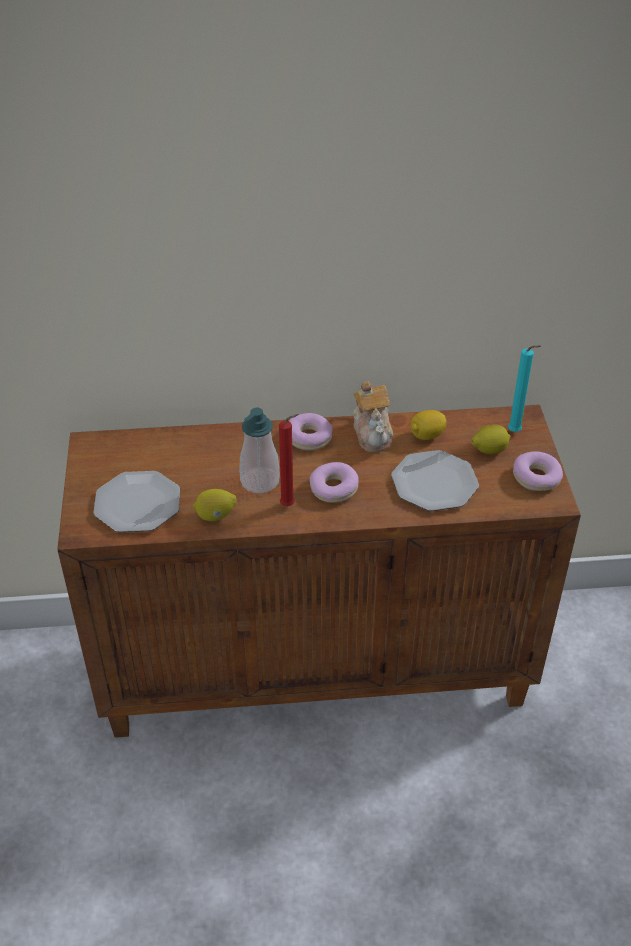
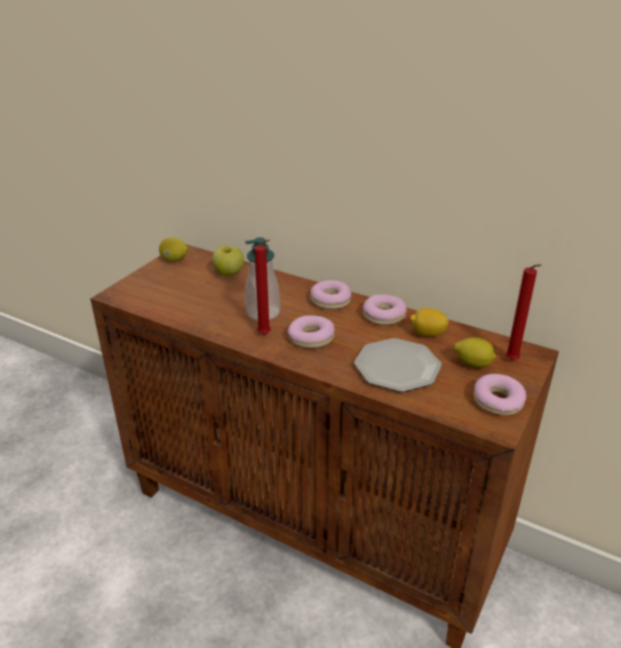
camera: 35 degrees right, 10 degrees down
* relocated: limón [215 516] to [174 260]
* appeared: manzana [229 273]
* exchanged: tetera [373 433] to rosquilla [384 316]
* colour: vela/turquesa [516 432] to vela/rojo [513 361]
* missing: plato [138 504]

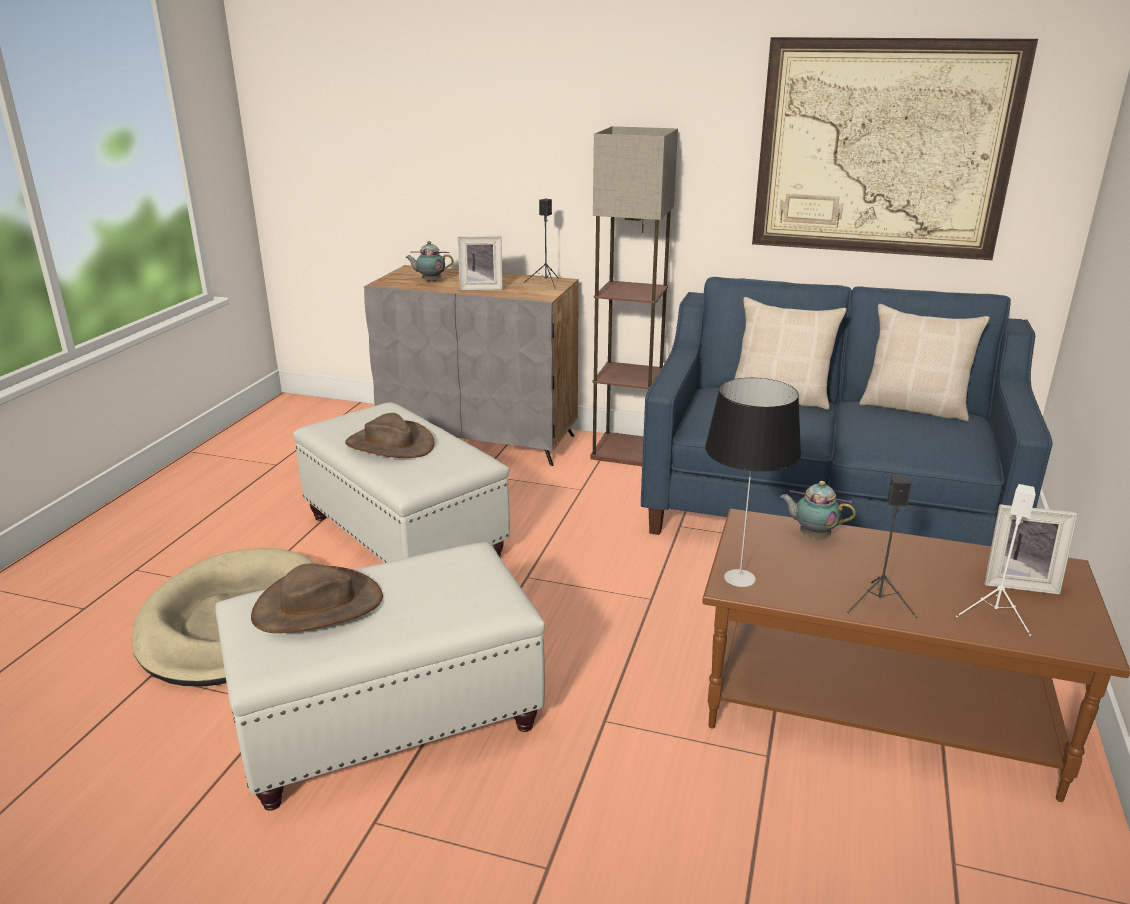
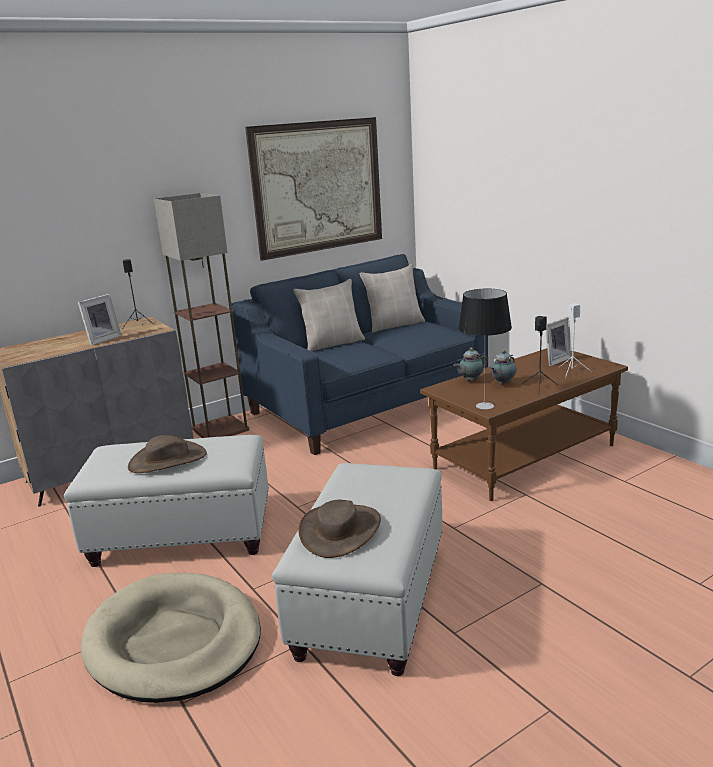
camera: 50 degrees left, 5 degrees down
* relocated: tetera [430 281] to [502 384]

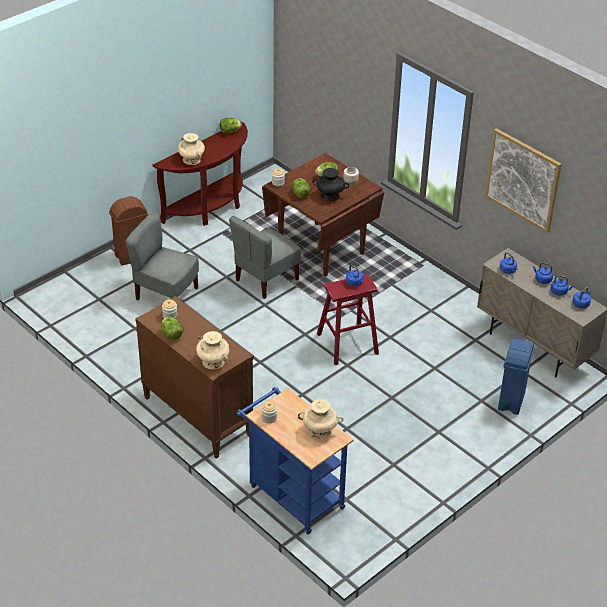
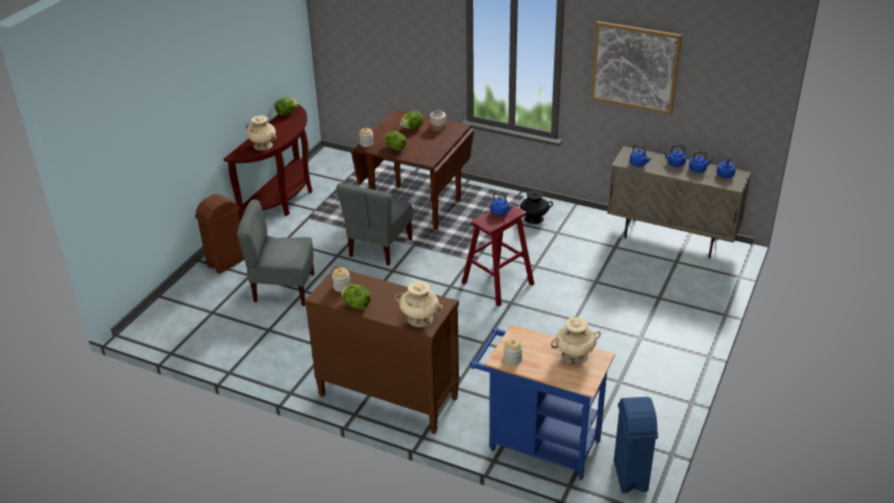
camera: 20 degrees left, 5 degrees down
* relocated: florero/negro [330 195] to [534 219]
* relocated: papelera/azul [511 401] to [630 476]

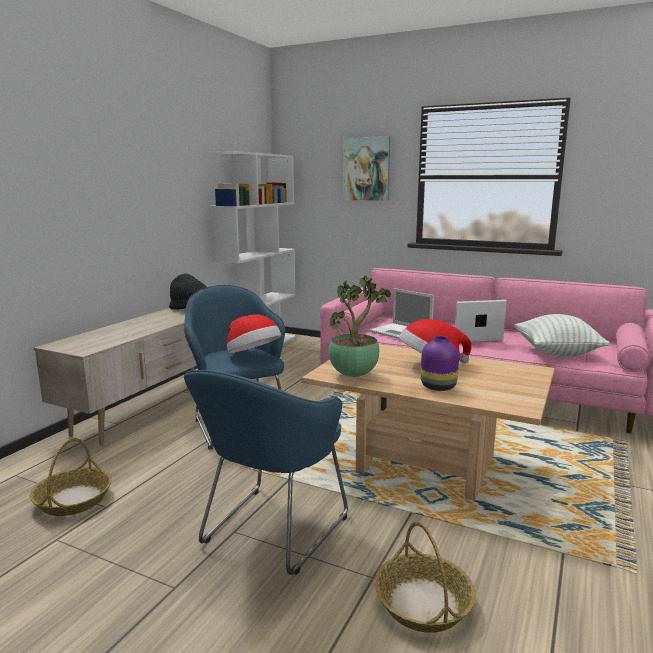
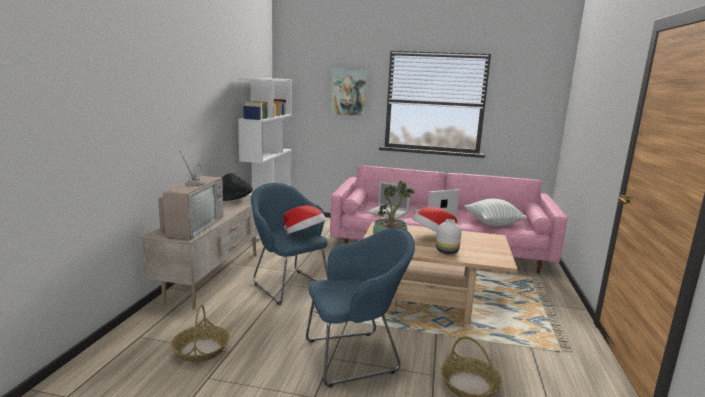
camera: 15 degrees left, 0 degrees up
* appeared: televisor [192 225]
* spun: sillón/azul [270 532] = [355 356] 120 degrees counterclockwise
* colour: florero/morado [438 387] to florero/blanco [447 252]

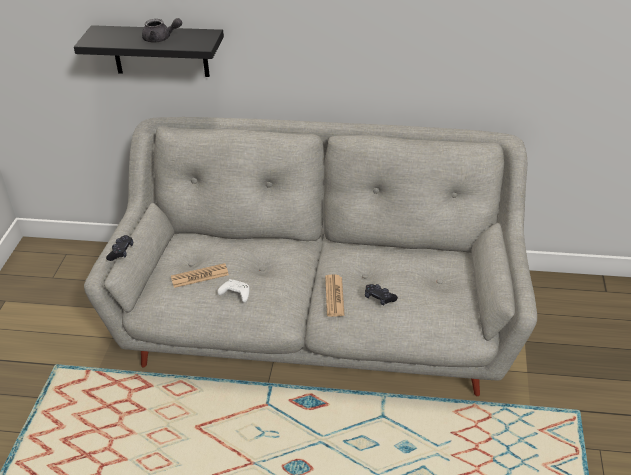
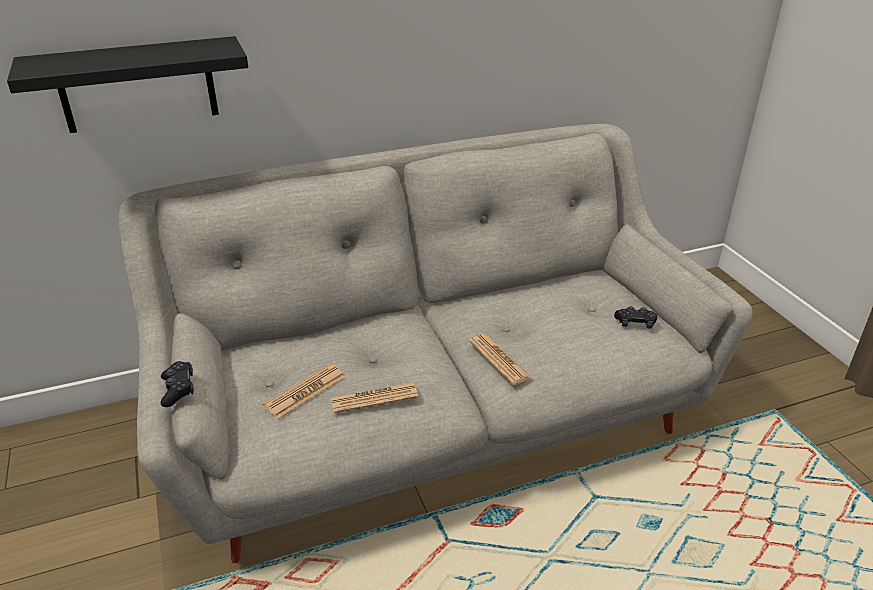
camera: 30 degrees left, 5 degrees down
* exchanged: mando de consola/blanco [235 294] to periódico [374 398]
* relocated: mando de consola/negro [379 298] to [635 323]
* missing: tetera/gris [161 39]

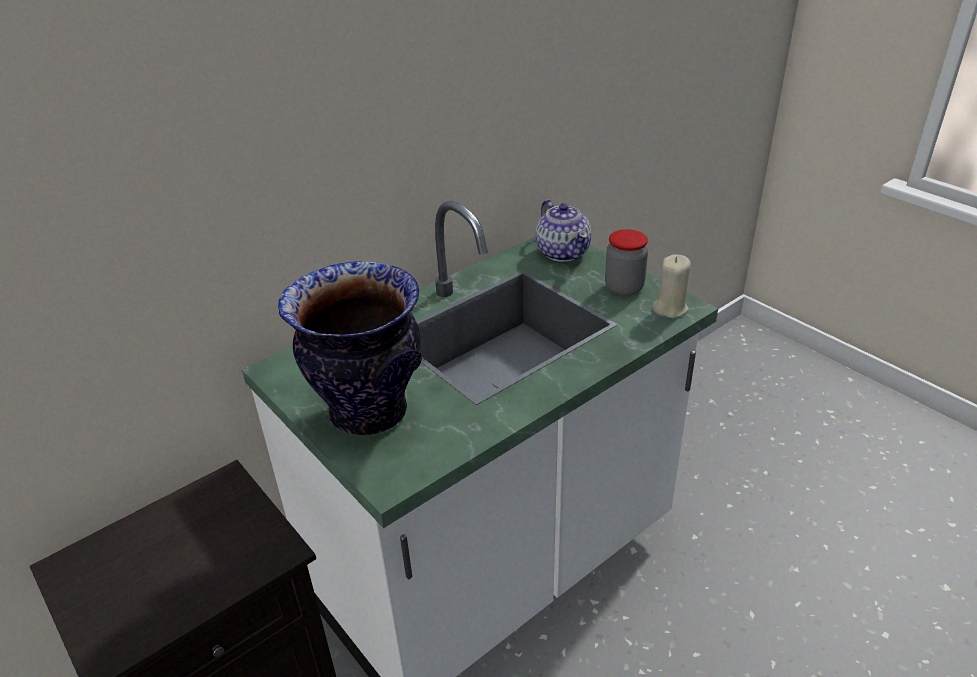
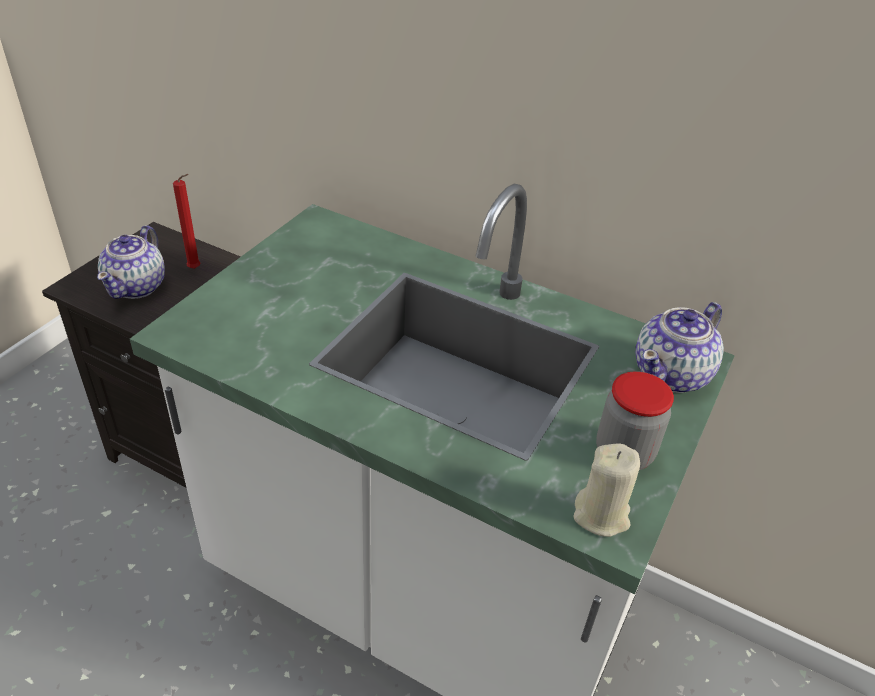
camera: 65 degrees right, 5 degrees up
* appeared: tetera [137 286]
* appeared: vela/rojo [196 269]
* missing: florero [370 412]

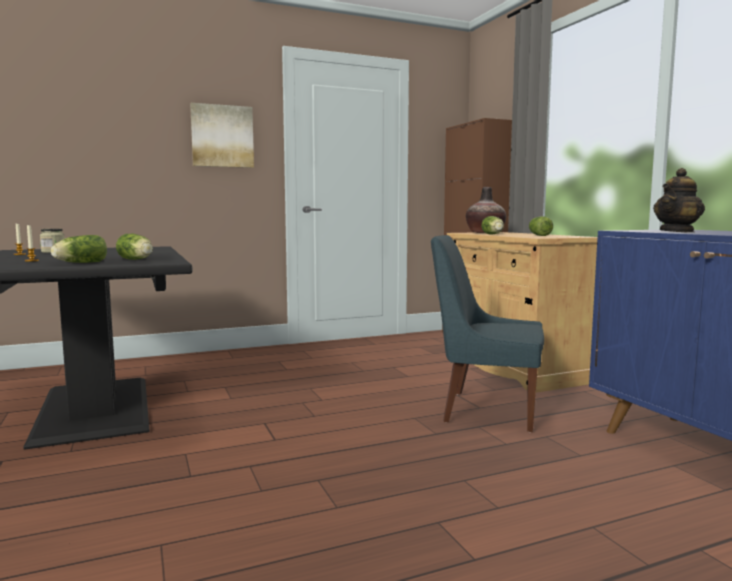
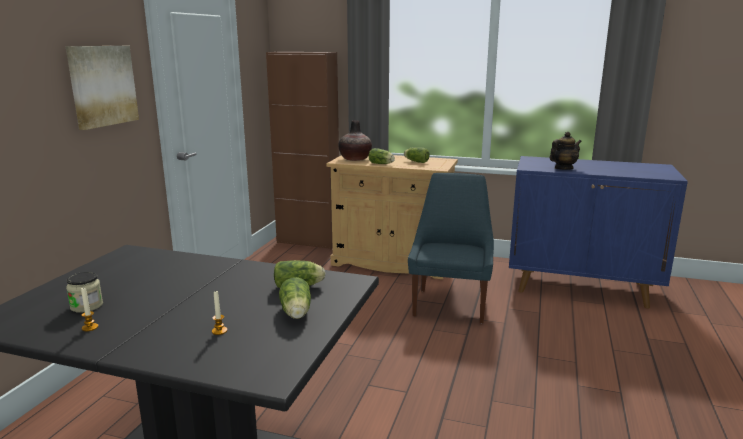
camera: 50 degrees left, 10 degrees up
* spun: silla/azul [485 410] = [450 304] 135 degrees clockwise
* spun: tetera [677 231] = [563 168] 120 degrees counterclockwise

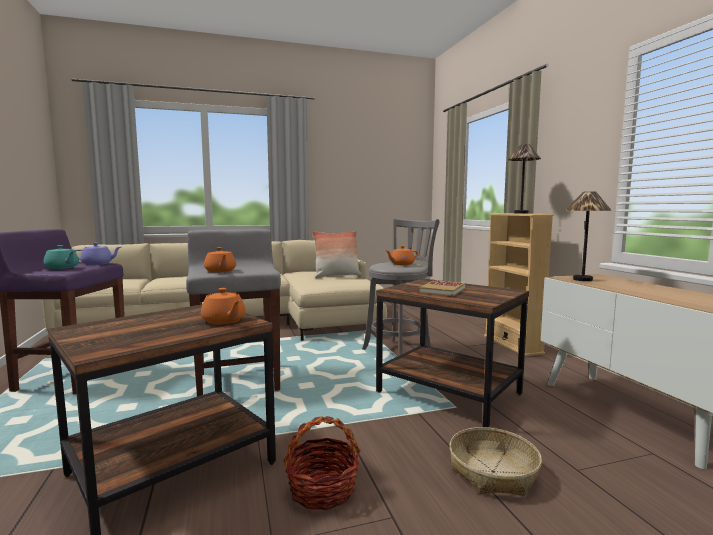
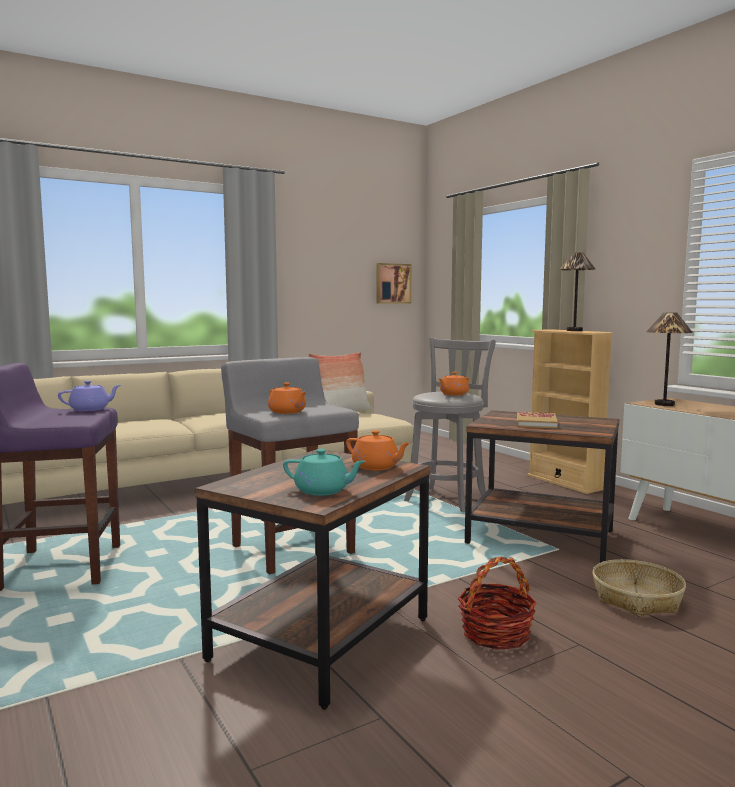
camera: 15 degrees left, 0 degrees up
* relocated: tetera/turquesa [62 268] to [323 491]
* appeared: cuadro [392 283]

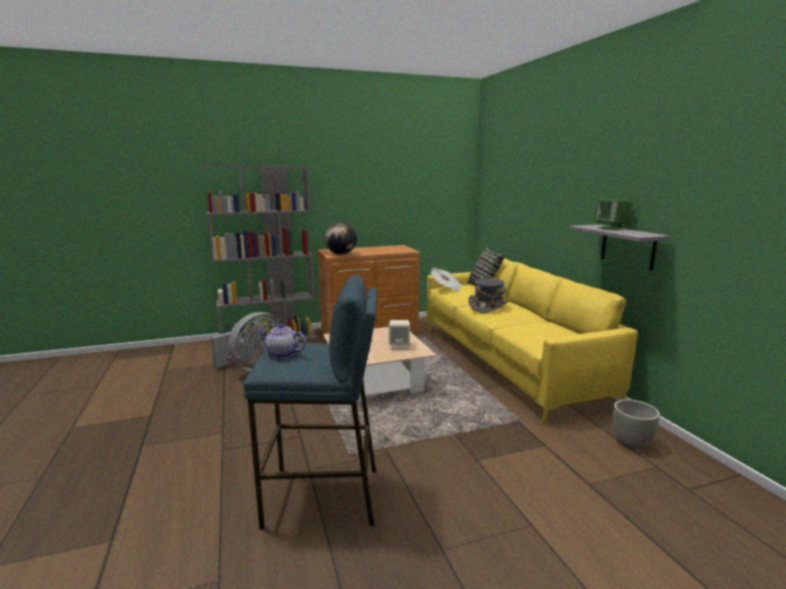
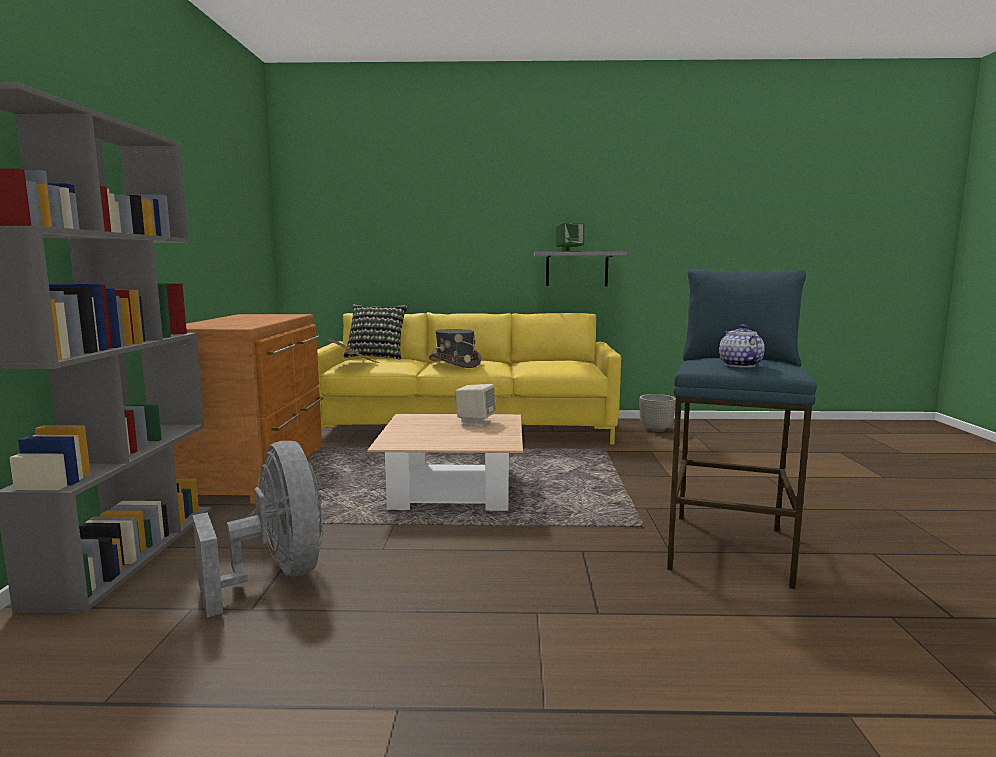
camera: 70 degrees left, 5 degrees down
* spun: tetera [282 354] = [739 365] 135 degrees clockwise
* missing: globo terráqueo [341 254]

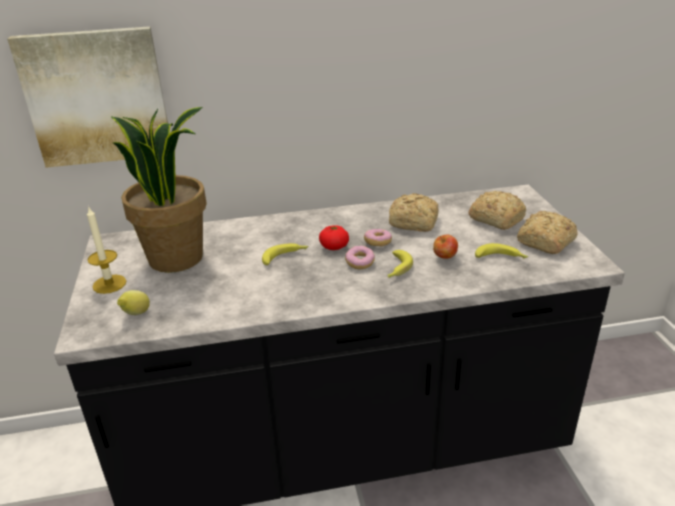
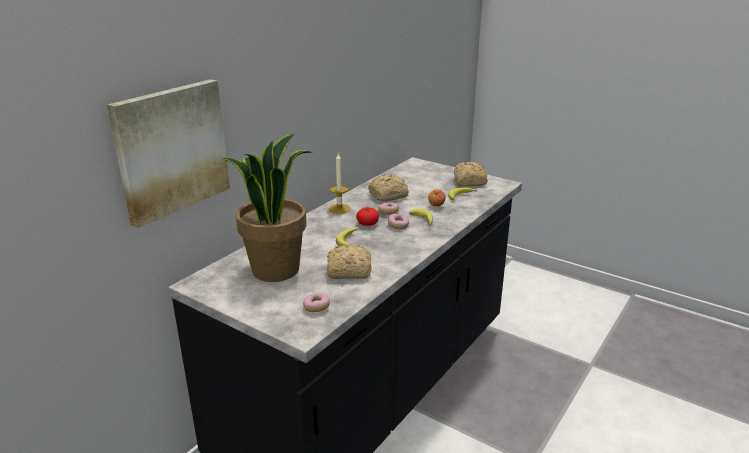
camera: 45 degrees left, 5 degrees down
* exchanged: limón [136 314] to rosquilla [316 307]
* relocated: pan [495 218] to [347 271]
* relocated: vela [109 284] to [339 208]

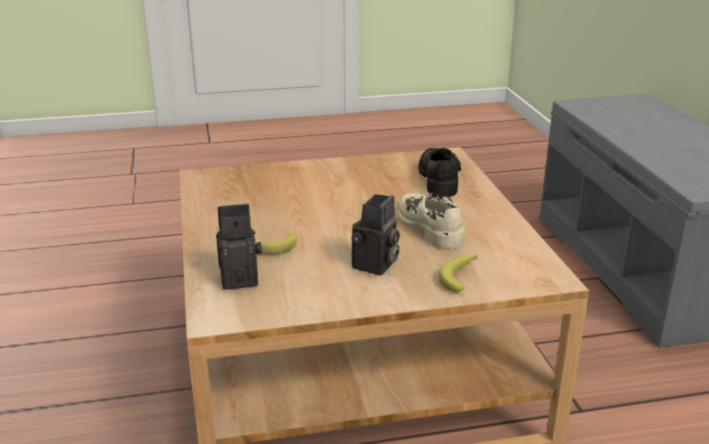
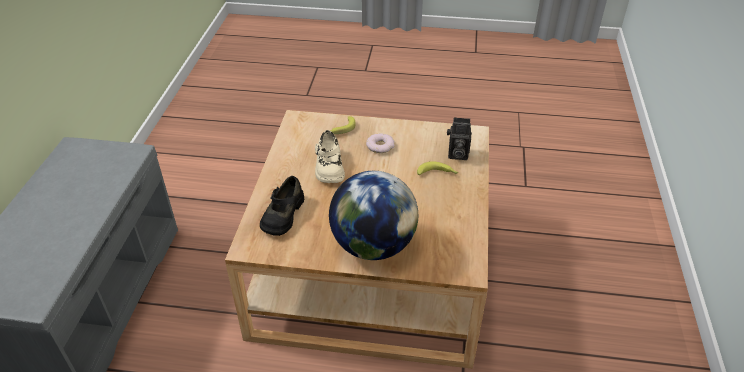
camera: 160 degrees left, 15 degrees up
* appeared: globo terráqueo [373 245]
* exchanged: cámara [375 266] to rosquilla [380 146]

